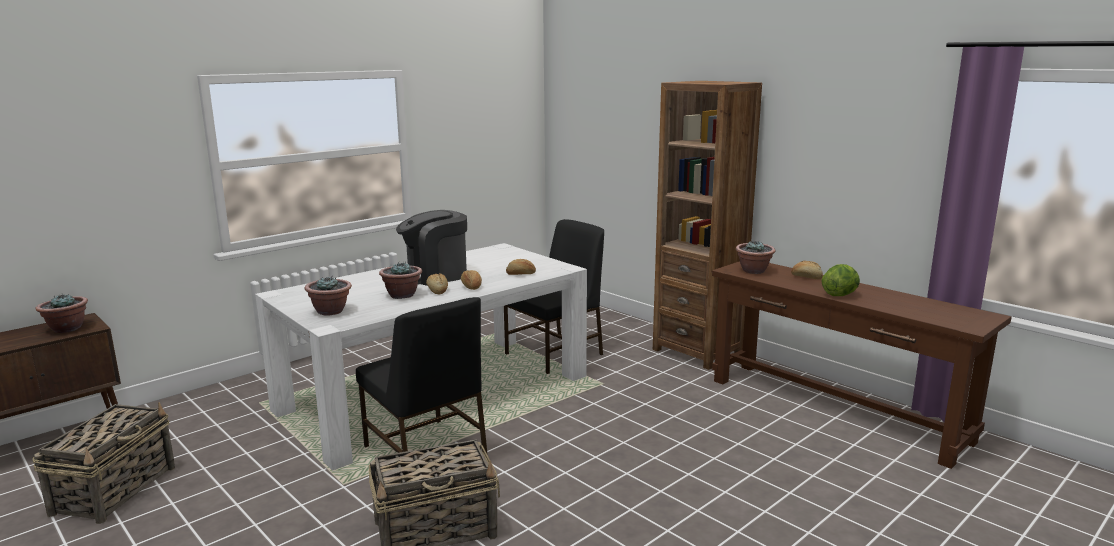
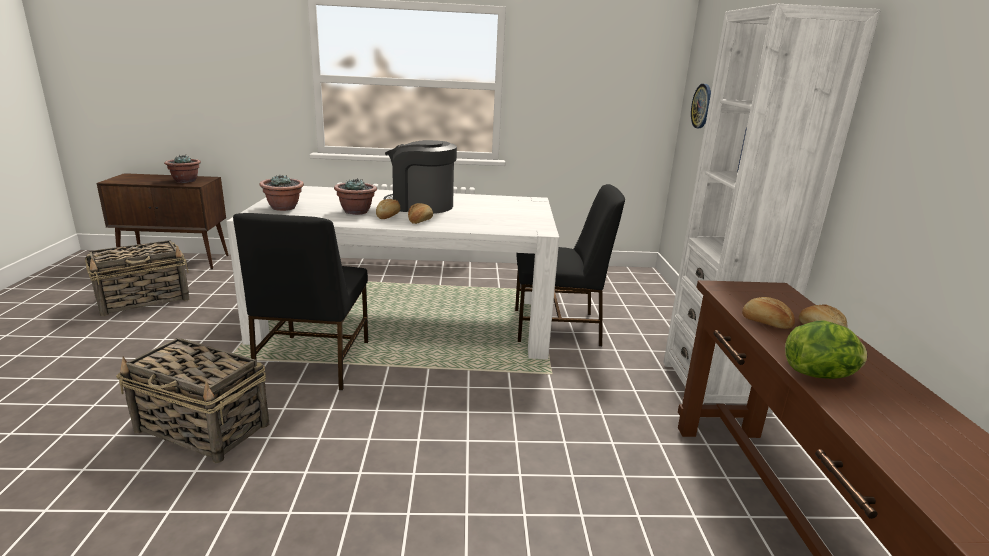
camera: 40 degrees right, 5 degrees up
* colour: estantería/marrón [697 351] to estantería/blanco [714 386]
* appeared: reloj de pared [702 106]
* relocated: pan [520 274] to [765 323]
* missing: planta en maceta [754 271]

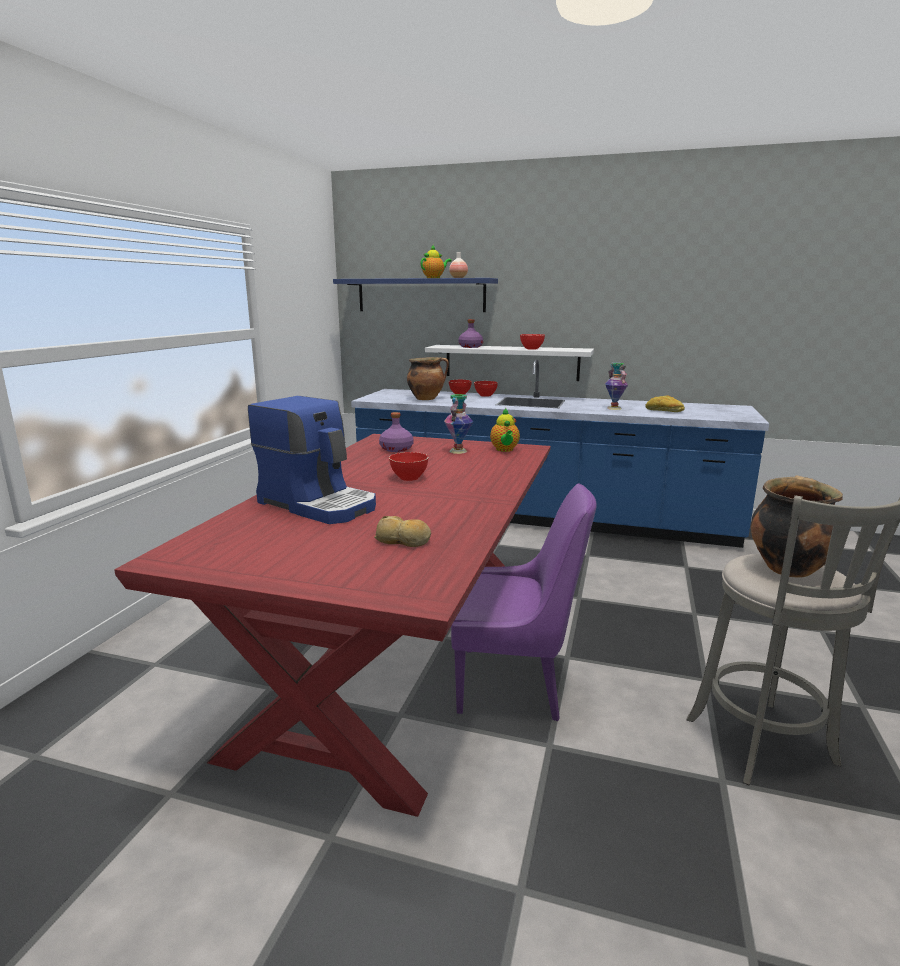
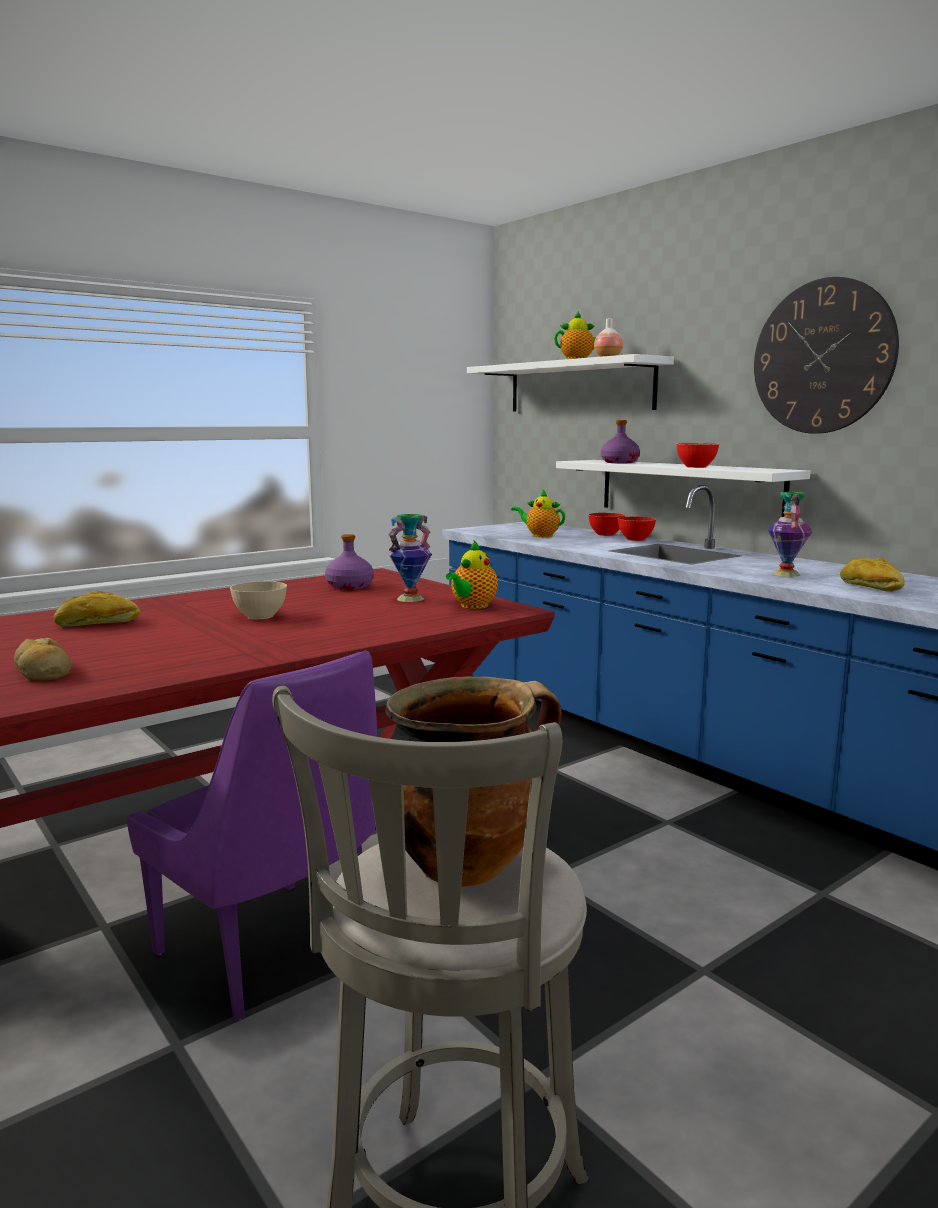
camera: 35 degrees right, 5 degrees down
* exchanged: cafetera [319 504] to pan [98 623]
* colour: cuenco/rojo [409 478] to cuenco/beis [260 616]
* colour: estante/azul [421 295] to estante/blanco [579 387]
* exchanged: olla [427 399] to tetera [540 535]
* appeared: reloj de pared [822 357]

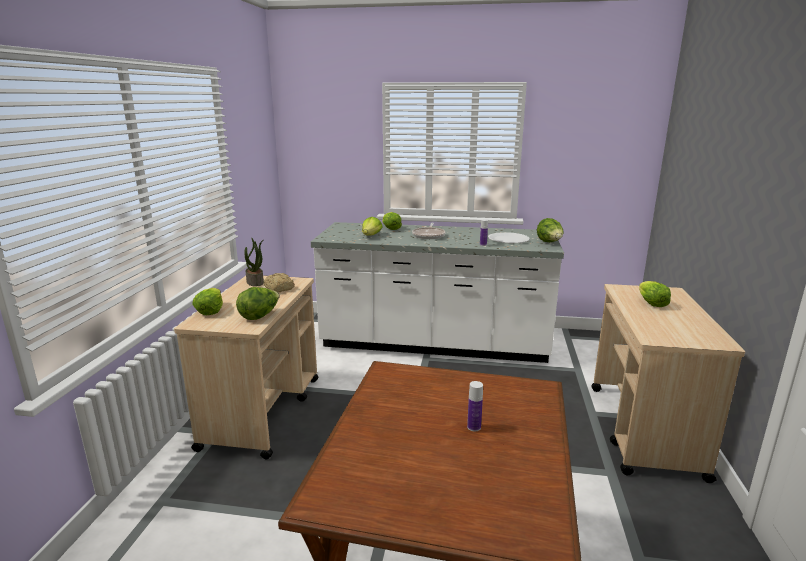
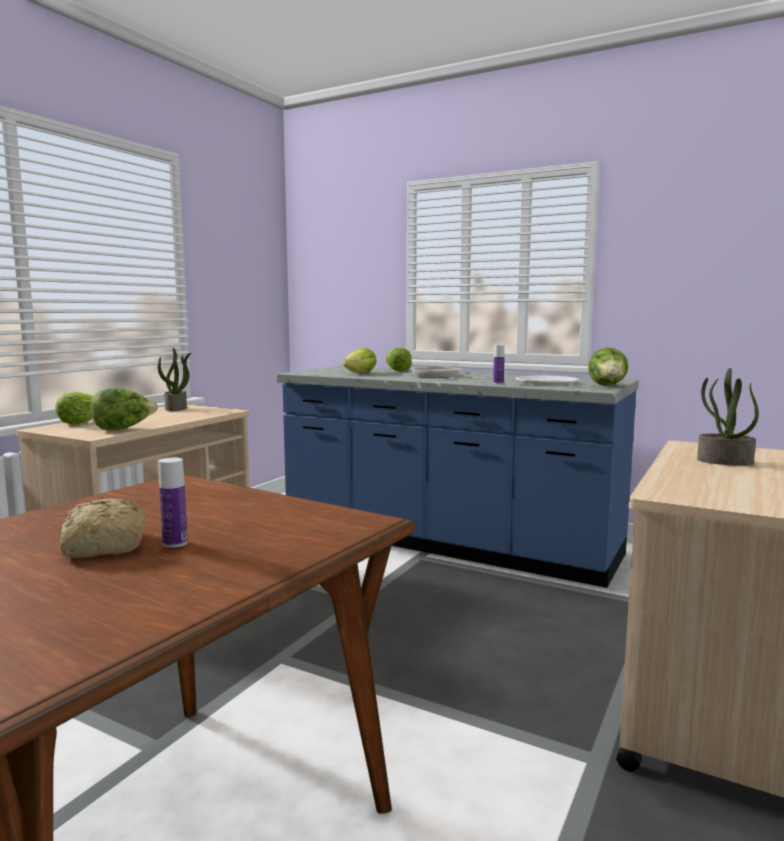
camera: 20 degrees right, 10 degrees down
* relocated: pan [279 289] to [104 546]
* colour: mueble bajo de cocina/blanco [434 344] to mueble bajo de cocina/azul [447 542]
* exchanged: lechuga [650 303] to planta en maceta [724 461]

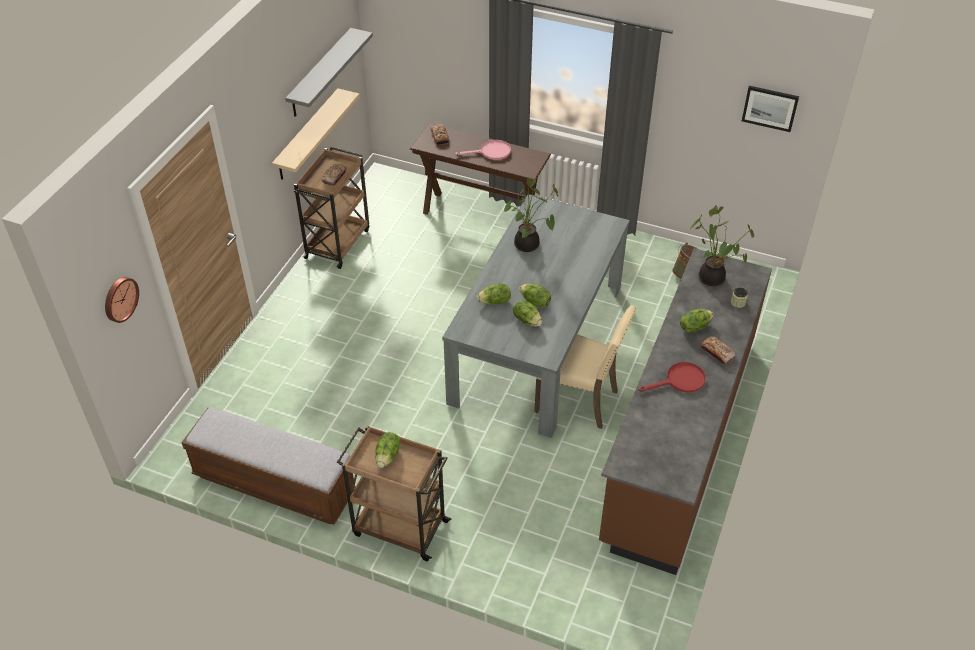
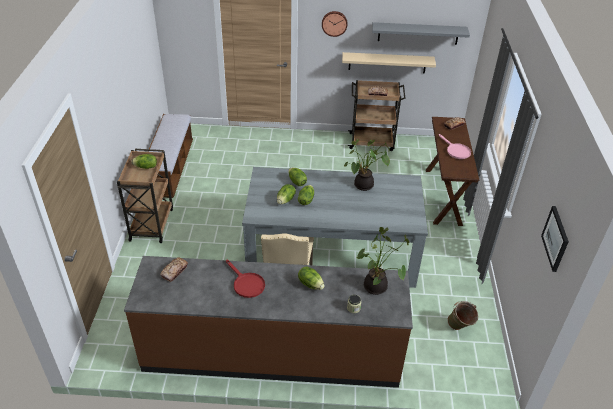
camera: 70 degrees right, 5 degrees down
* relocated: pan [717 352] to [174 271]
* relocated: reloj de pared [119 299] to [334 23]

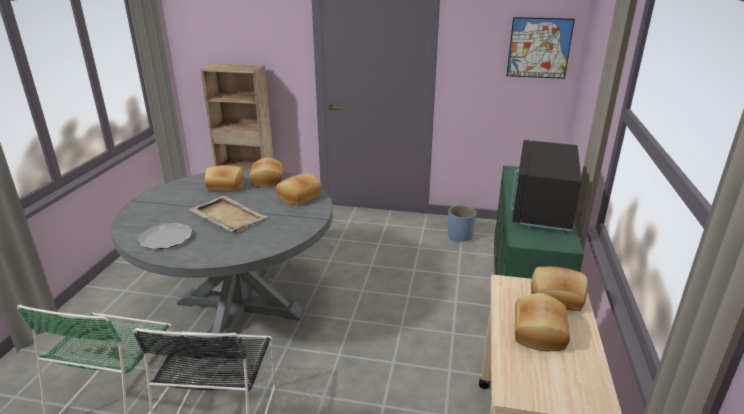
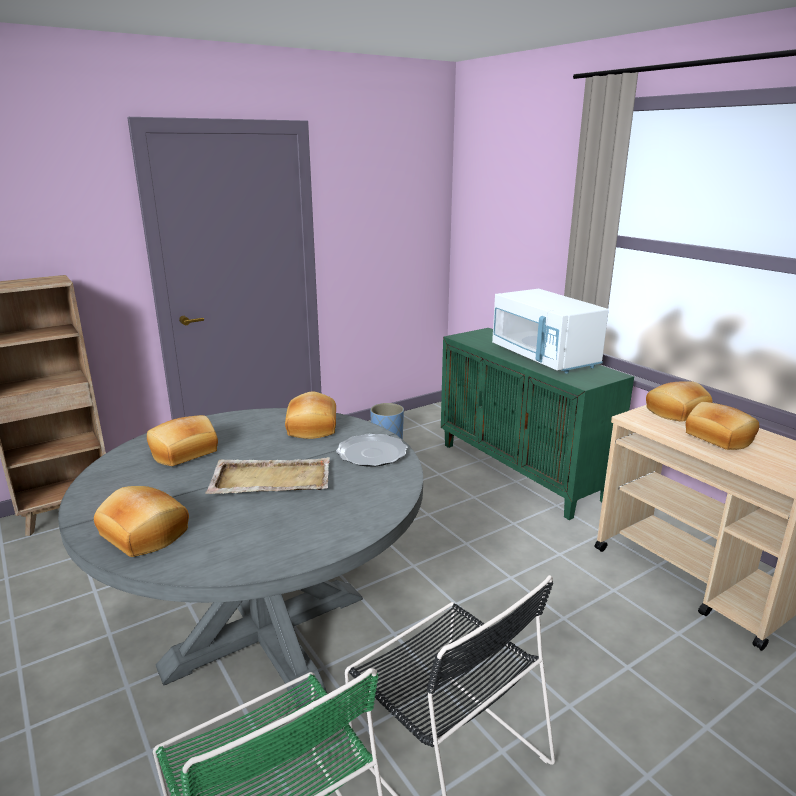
camera: 45 degrees left, 5 degrees down
* relocated: pan [266 180] to [142 535]
* relocated: plato [166 238] to [372 453]
* colour: microondas/negro [541 209] to microondas/blanco [544 358]
* missing: cuadro [539 48]

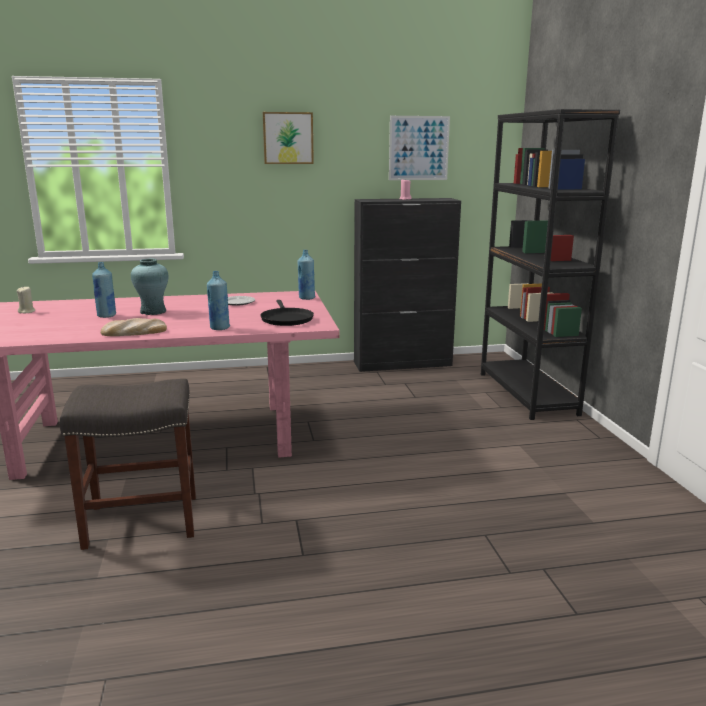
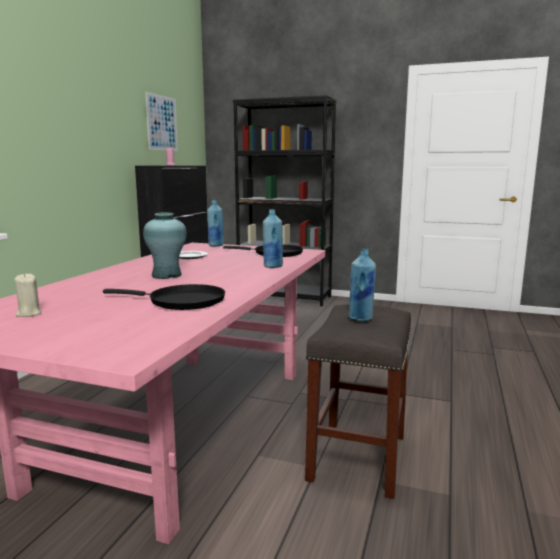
camera: 60 degrees left, 5 degrees down
* appeared: sartén/negro [182 301]
* relocated: botella/azul [106 315] to [361 318]
* missing: pan [134 332]
* missing: cuadro [288 138]

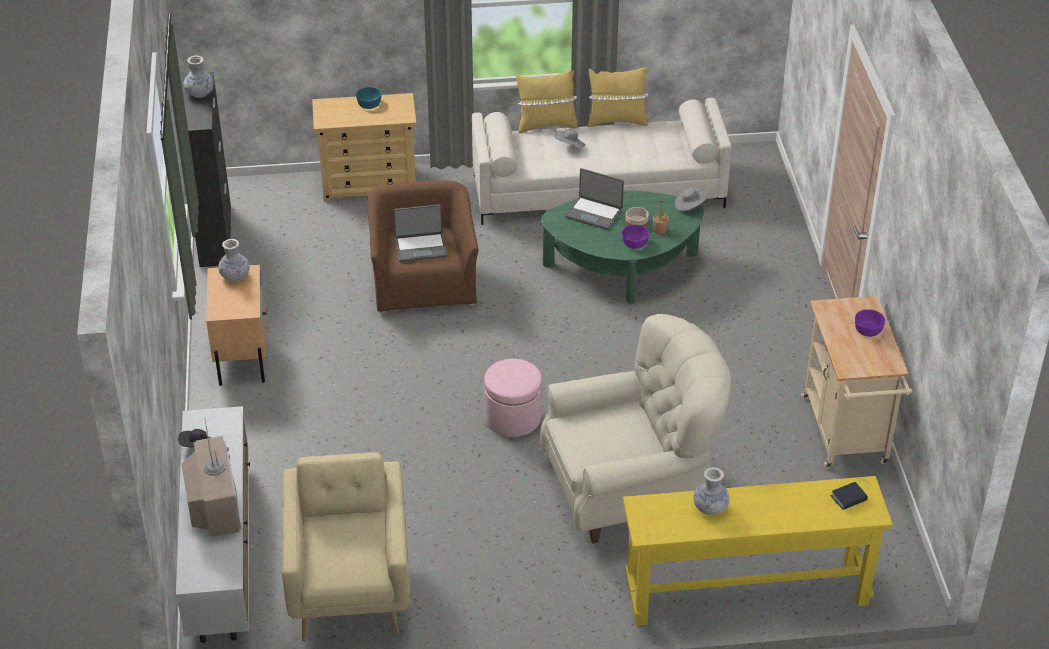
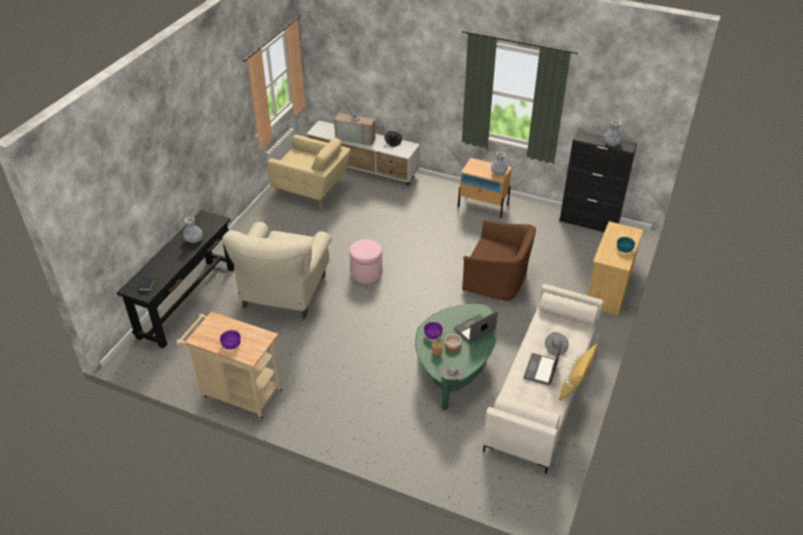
camera: 120 degrees right, 0 degrees up
* colour: mesa consola/amarillo [746 591] to mesa consola/negro [188 301]
* relocated: portátil [420 247] to [541 370]
* missing: cojín/amarillo [546 125]

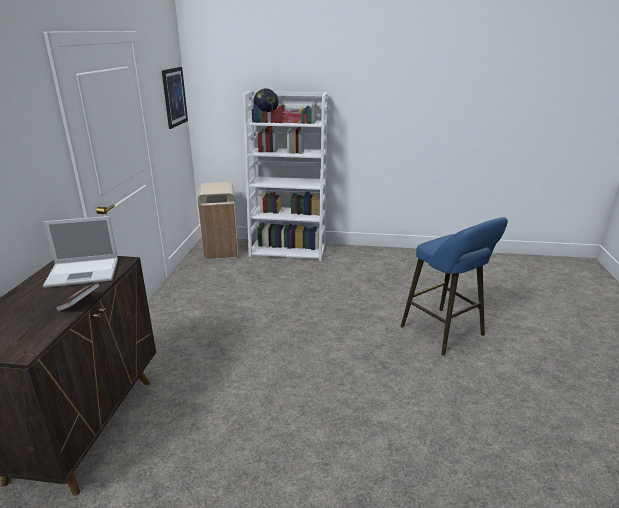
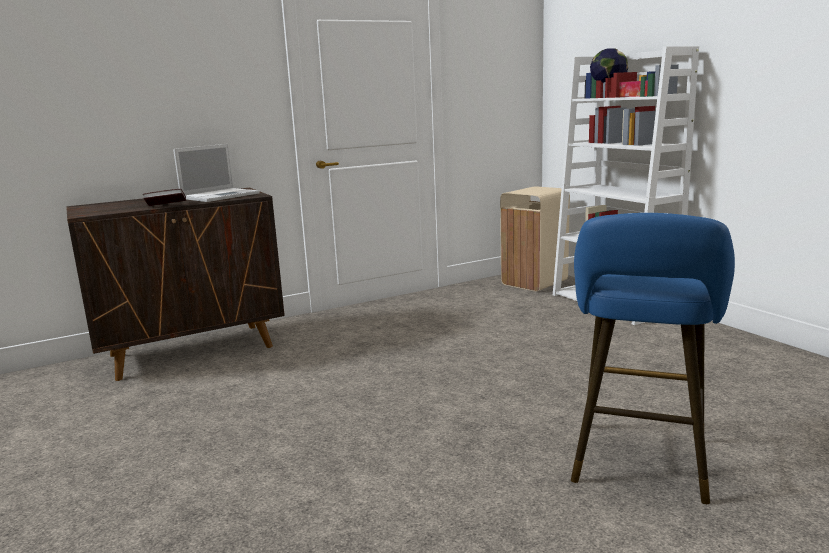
camera: 55 degrees right, 10 degrees down
* spun: portátil [84 272] = [221 195] 90 degrees counterclockwise
* missing: cuadro [174 97]

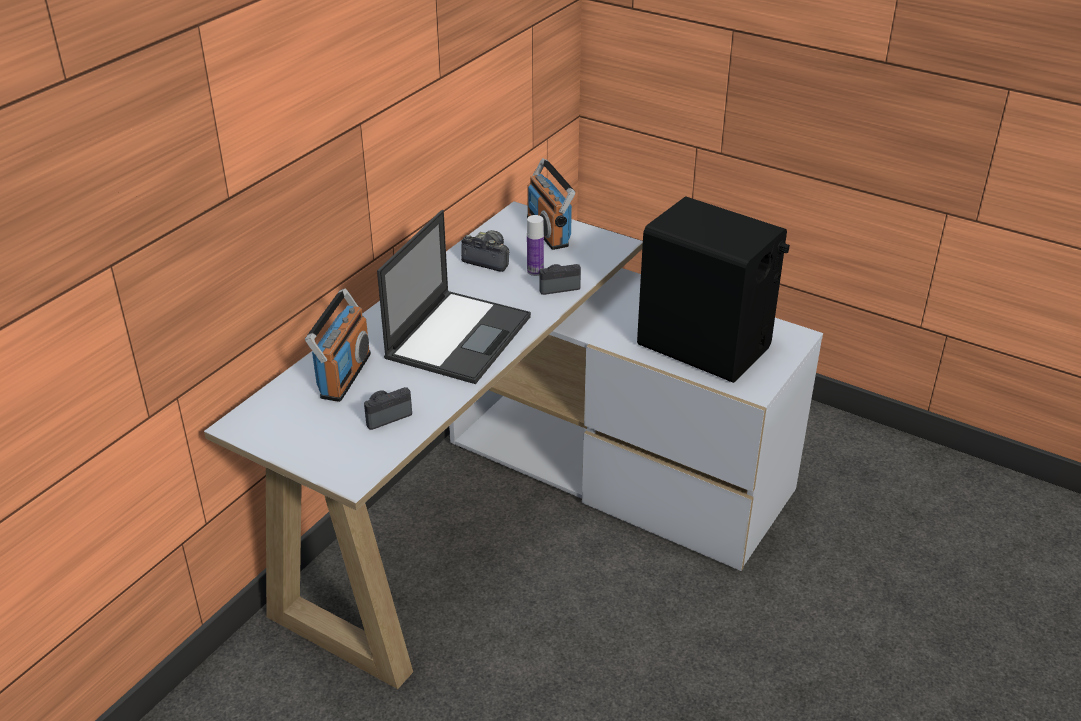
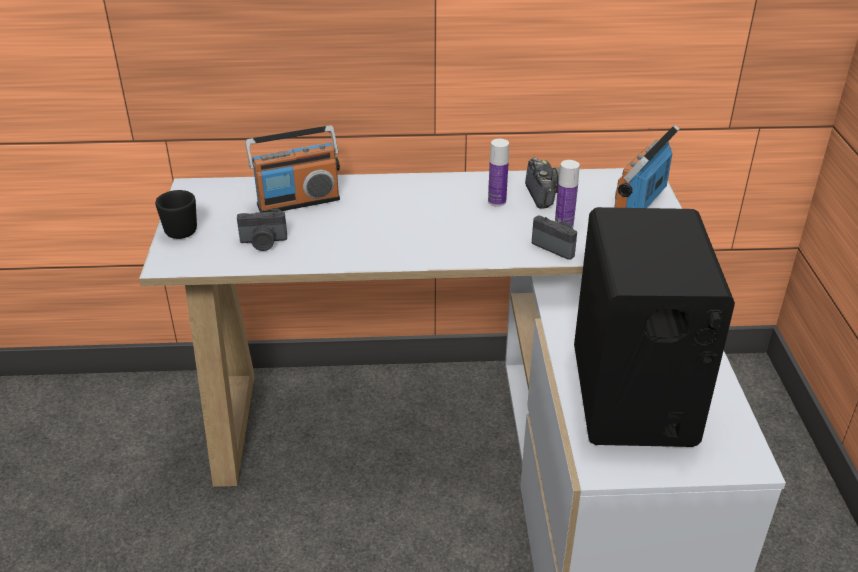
camera: 55 degrees right, 0 degrees up
* appeared: taza grande/negro [177 230]
* spun: cámara [386 416] = [263 243] 150 degrees clockwise
* appeared: botella [497 201]
* missing: portátil [459 336]

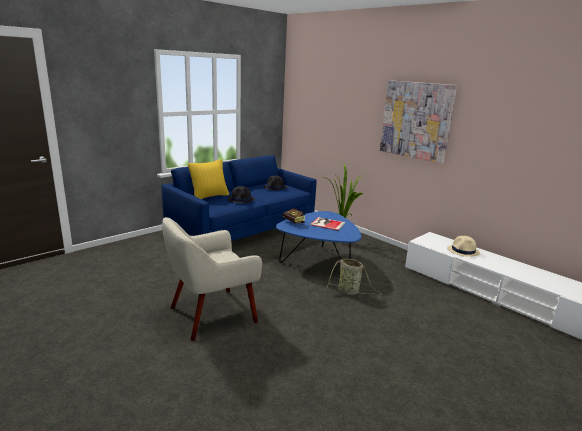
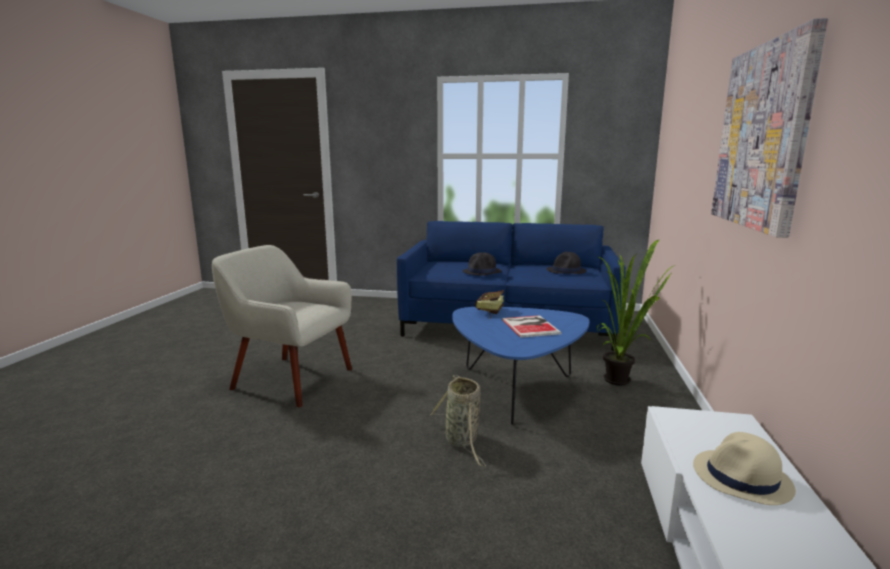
camera: 55 degrees right, 5 degrees down
* missing: cojín/amarillo [209 196]

